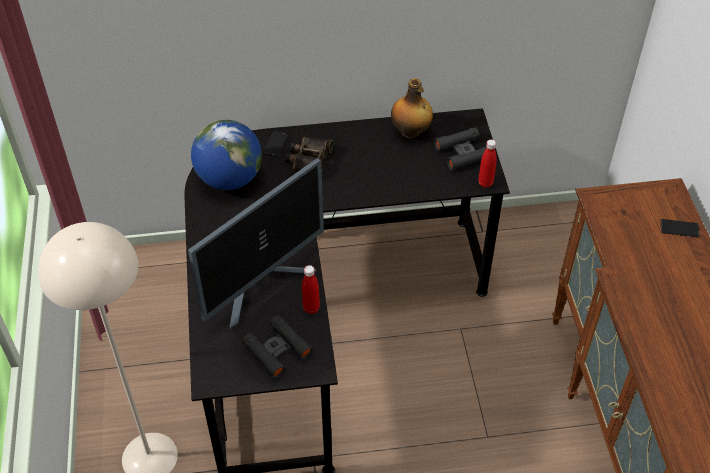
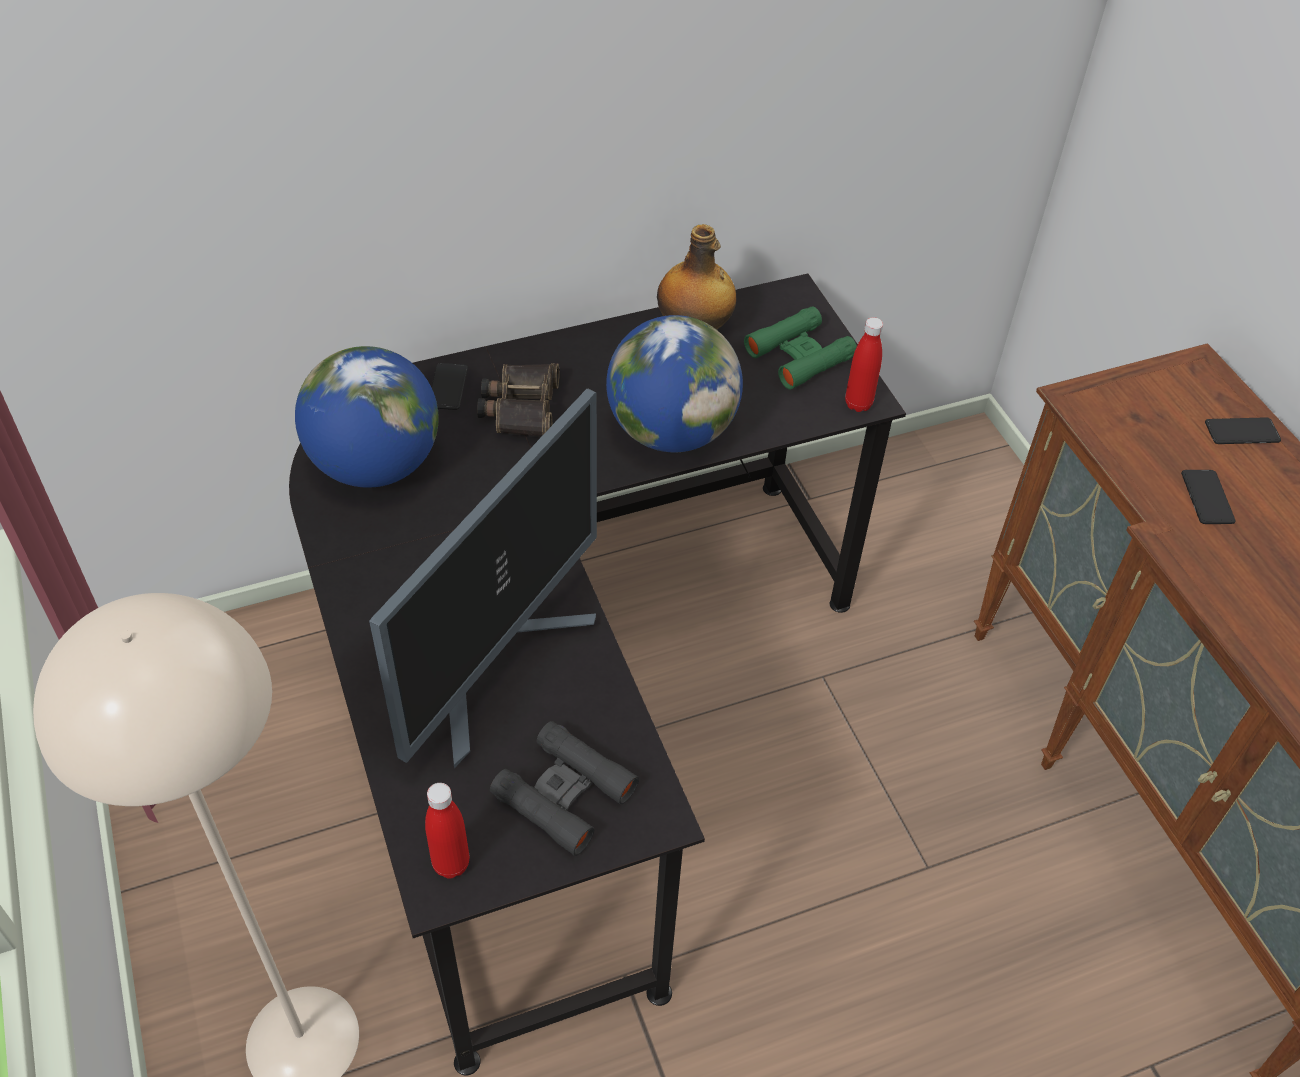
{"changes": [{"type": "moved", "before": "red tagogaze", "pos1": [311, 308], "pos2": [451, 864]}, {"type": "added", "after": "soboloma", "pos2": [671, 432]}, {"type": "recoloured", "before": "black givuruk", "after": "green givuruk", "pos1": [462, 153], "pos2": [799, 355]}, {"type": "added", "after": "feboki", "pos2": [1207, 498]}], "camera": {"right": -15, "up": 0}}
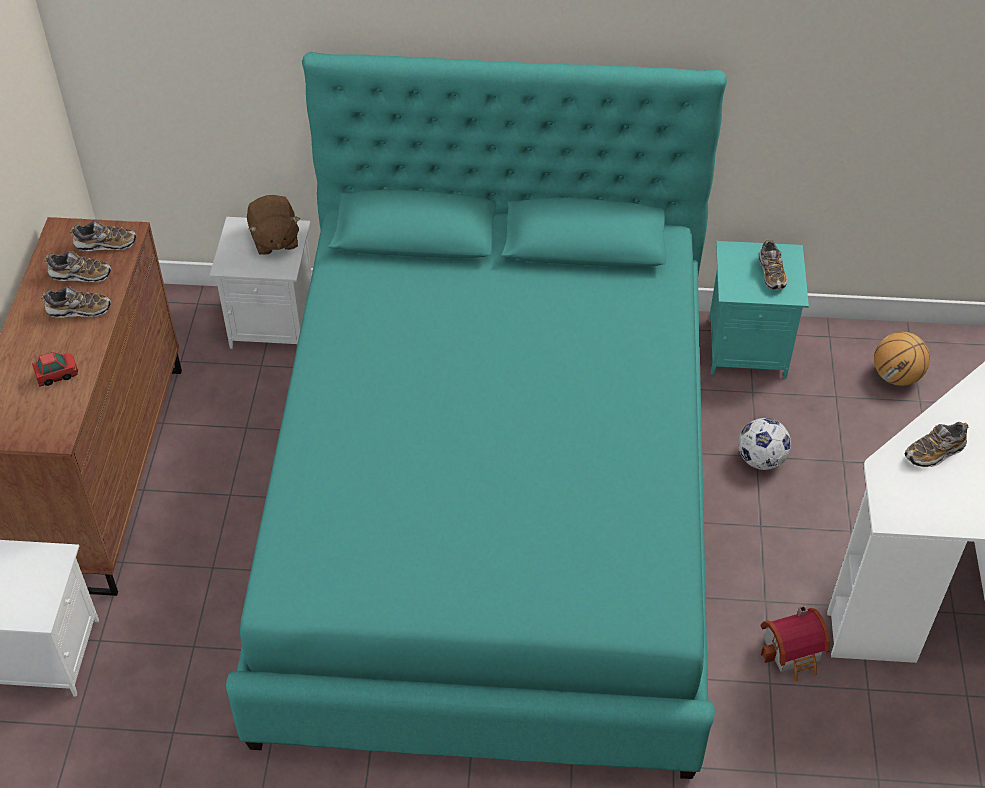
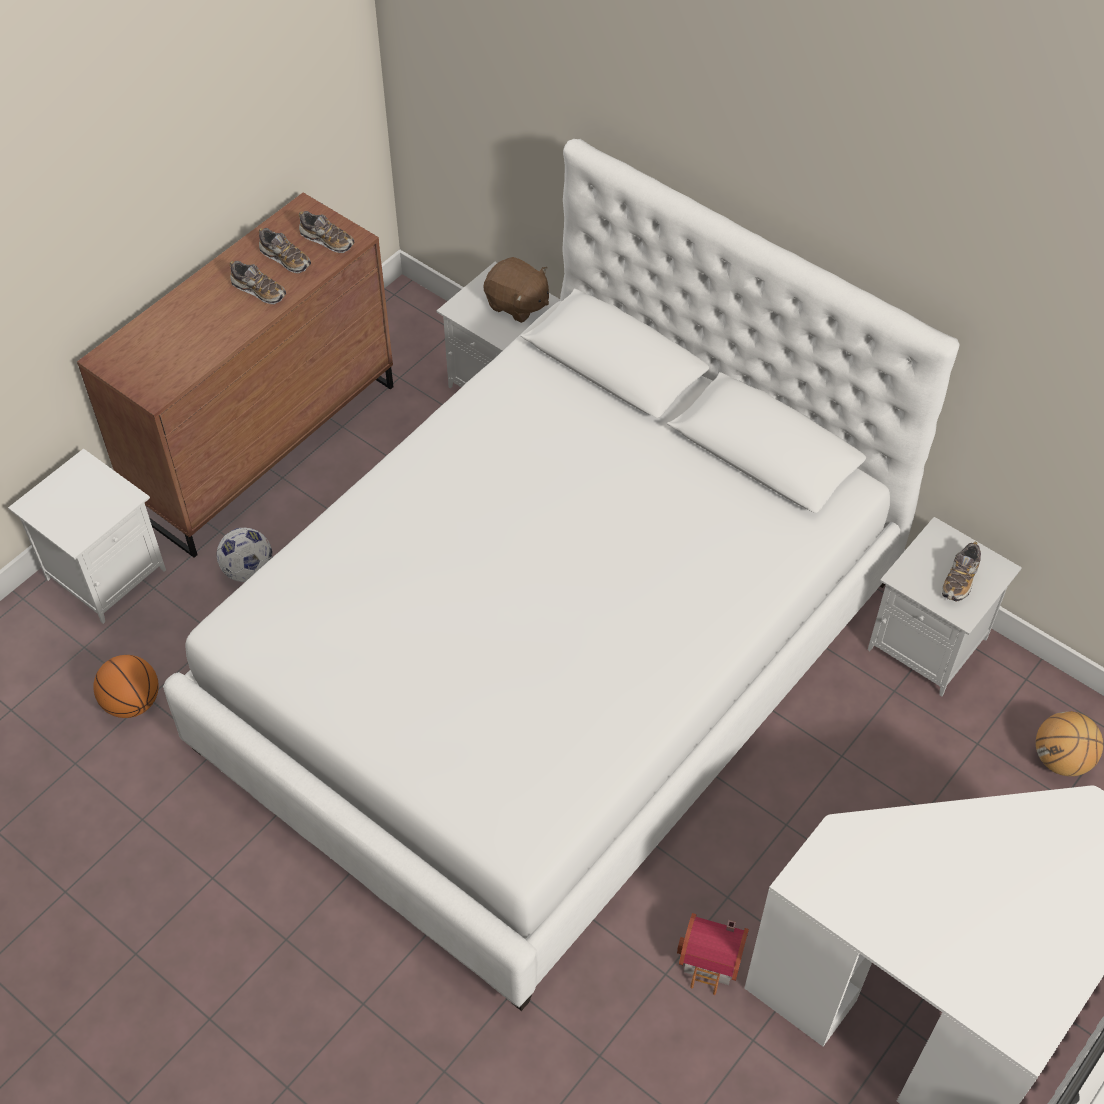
{"changes": [{"type": "added", "after": "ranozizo", "pos2": [132, 702]}, {"type": "recoloured", "before": "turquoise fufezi", "after": "white fufezi", "pos1": [493, 507], "pos2": [554, 661]}, {"type": "moved", "before": "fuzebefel", "pos1": [761, 460], "pos2": [248, 570]}, {"type": "turned", "before": "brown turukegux", "pos1": [274, 240], "pos2": [517, 304], "turn": -75}, {"type": "recoloured", "before": "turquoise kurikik", "after": "grey kurikik", "pos1": [749, 347], "pos2": [930, 644]}, {"type": "removed", "before": "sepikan", "pos1": [57, 375]}, {"type": "removed", "before": "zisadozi", "pos1": [934, 452]}], "camera": {"right": 35, "up": 5}}
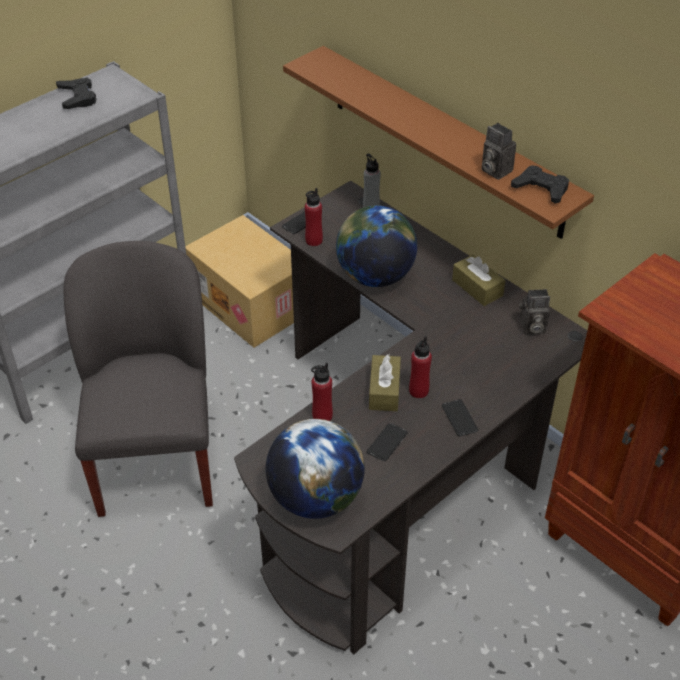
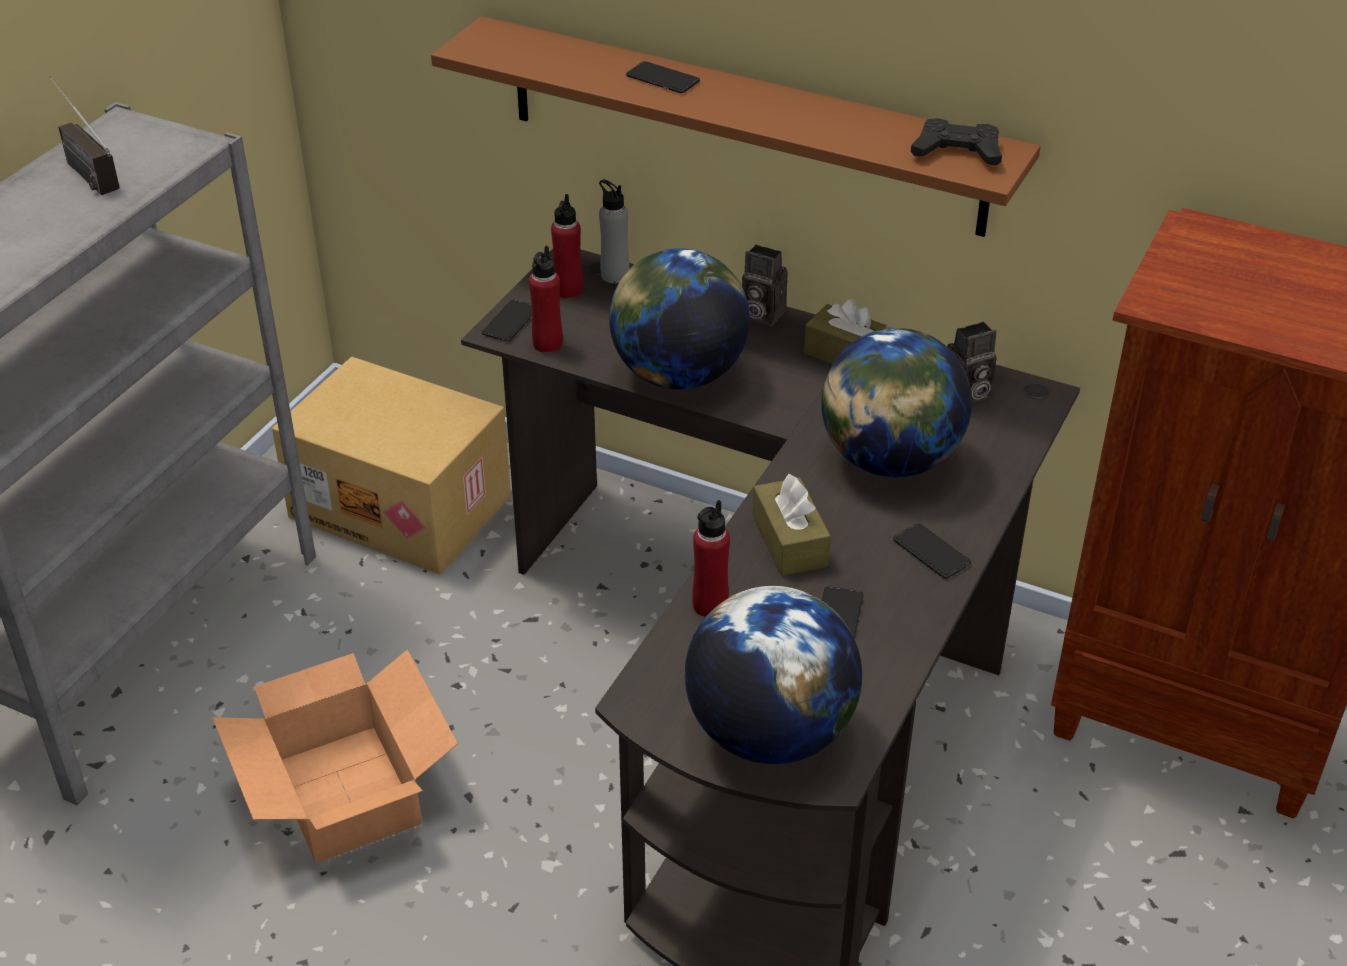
{"changes": [{"type": "replaced", "before": "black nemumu", "after": "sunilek", "pos1": [77, 97], "pos2": [81, 168]}, {"type": "replaced", "before": "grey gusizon", "after": "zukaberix", "pos1": [156, 455], "pos2": [347, 791]}, {"type": "moved", "before": "red tagogaze", "pos1": [418, 391], "pos2": [568, 290]}, {"type": "added", "after": "feboki", "pos2": [662, 79]}, {"type": "moved", "before": "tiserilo", "pos1": [494, 170], "pos2": [760, 314]}, {"type": "added", "after": "soboloma", "pos2": [889, 460]}], "camera": {"right": -20, "up": -5}}
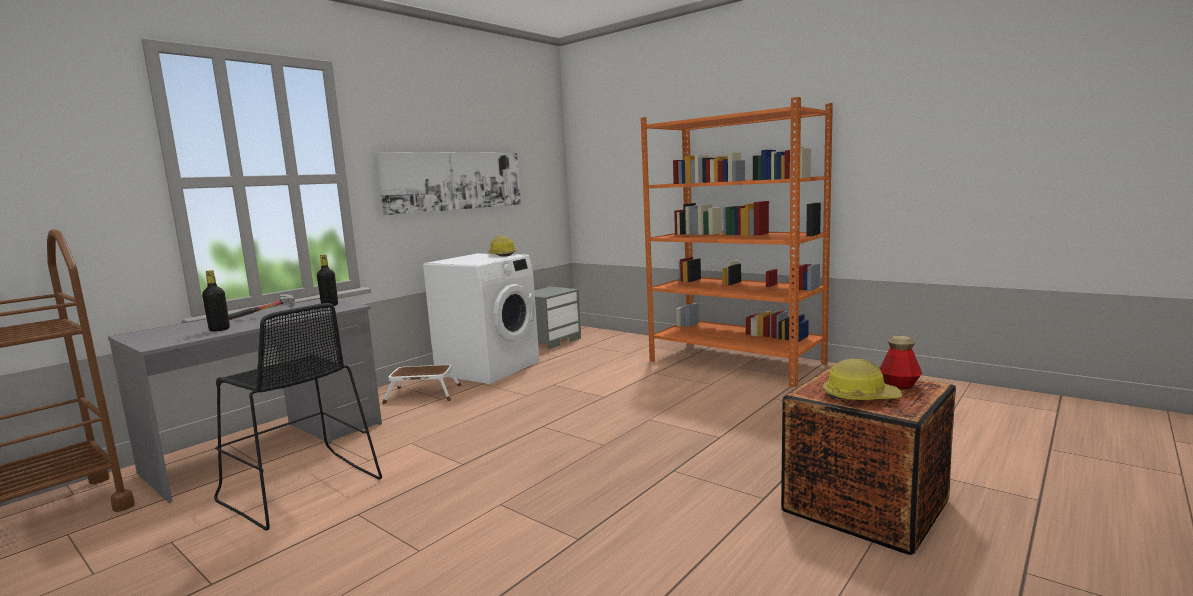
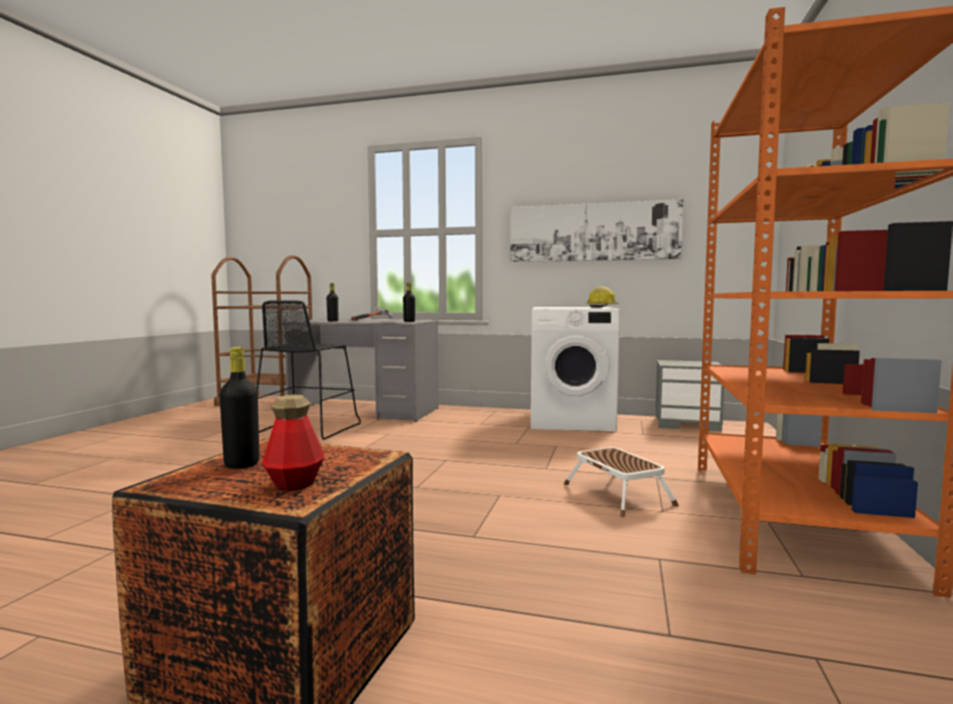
{"changes": [{"type": "replaced", "before": "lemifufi", "after": "black tagogaze", "pos1": [860, 397], "pos2": [242, 464]}, {"type": "moved", "before": "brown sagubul", "pos1": [423, 394], "pos2": [617, 494]}], "camera": {"right": 65, "up": -5}}
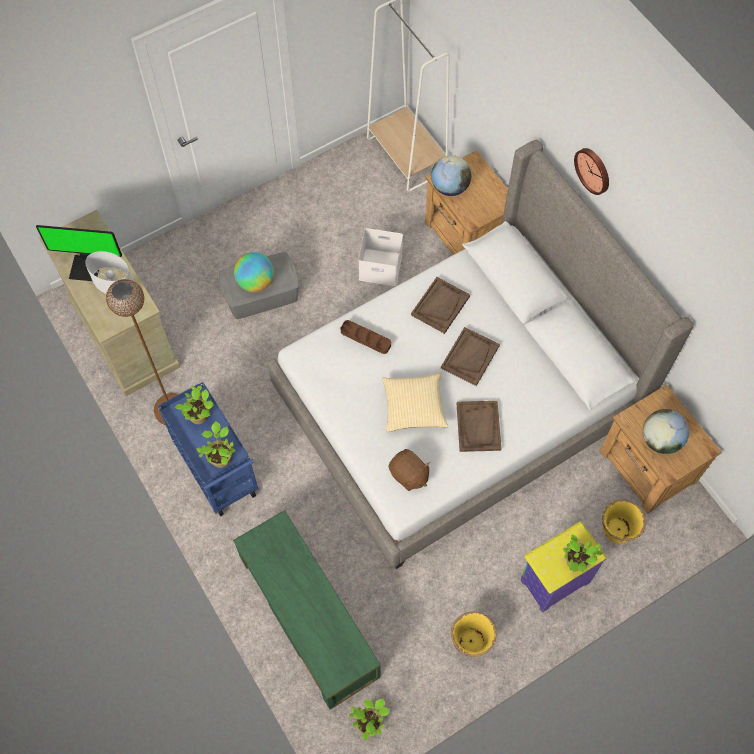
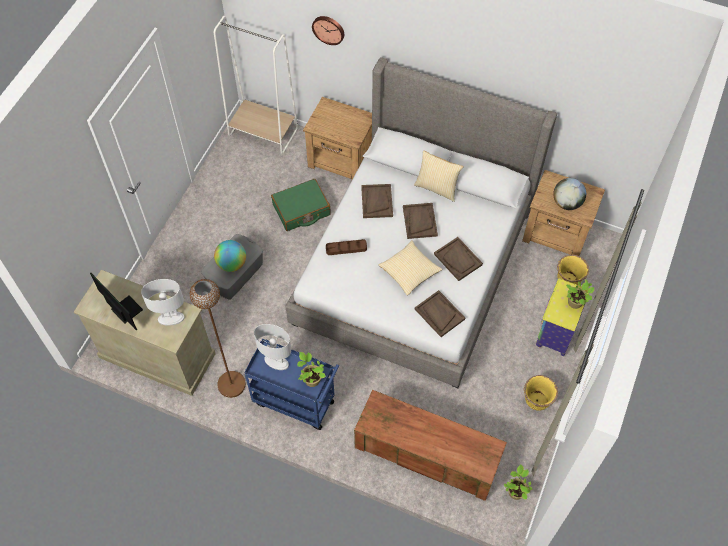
{"changes": [{"type": "turned", "before": "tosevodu", "pos1": [86, 267], "pos2": [125, 310], "turn": -105}, {"type": "replaced", "before": "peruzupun", "after": "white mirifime", "pos1": [200, 416], "pos2": [276, 362]}, {"type": "replaced", "before": "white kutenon", "after": "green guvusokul", "pos1": [381, 266], "pos2": [301, 210]}, {"type": "moved", "before": "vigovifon", "pos1": [593, 170], "pos2": [328, 29]}, {"type": "recoloured", "before": "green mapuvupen", "after": "brown mapuvupen", "pos1": [306, 616], "pos2": [425, 454]}, {"type": "added", "after": "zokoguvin", "pos2": [437, 187]}, {"type": "replaced", "before": "brown turukegux", "after": "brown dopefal", "pos1": [408, 475], "pos2": [439, 314]}, {"type": "removed", "before": "soboloma", "pos1": [449, 187]}], "camera": {"right": -35, "up": -5}}
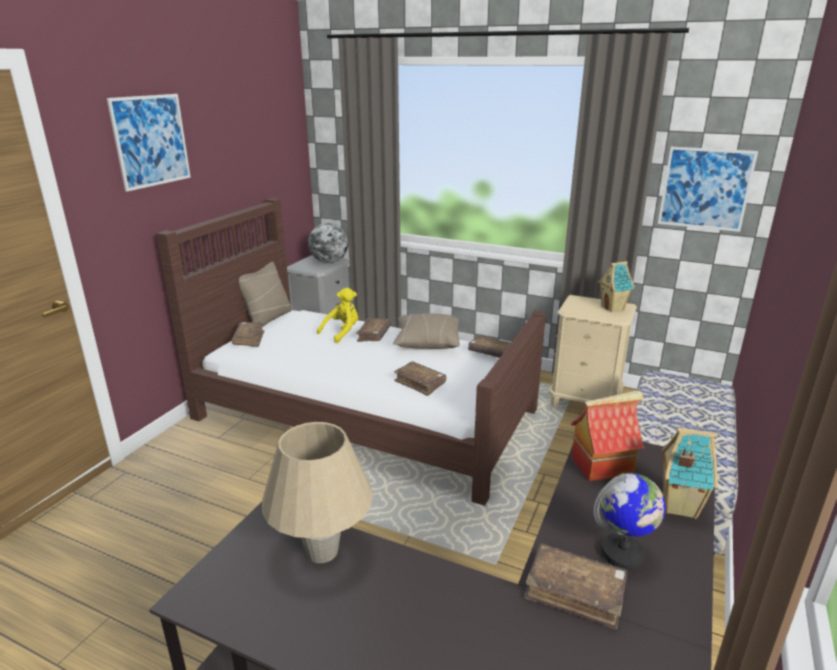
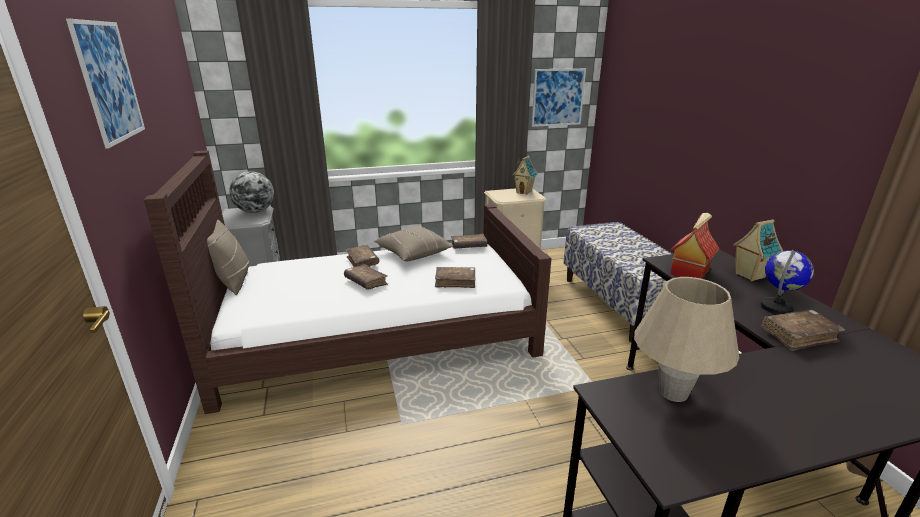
{"changes": [{"type": "moved", "before": "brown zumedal", "pos1": [249, 339], "pos2": [366, 282]}, {"type": "removed", "before": "yellow turukegux", "pos1": [342, 332]}], "camera": {"right": -40, "up": 0}}
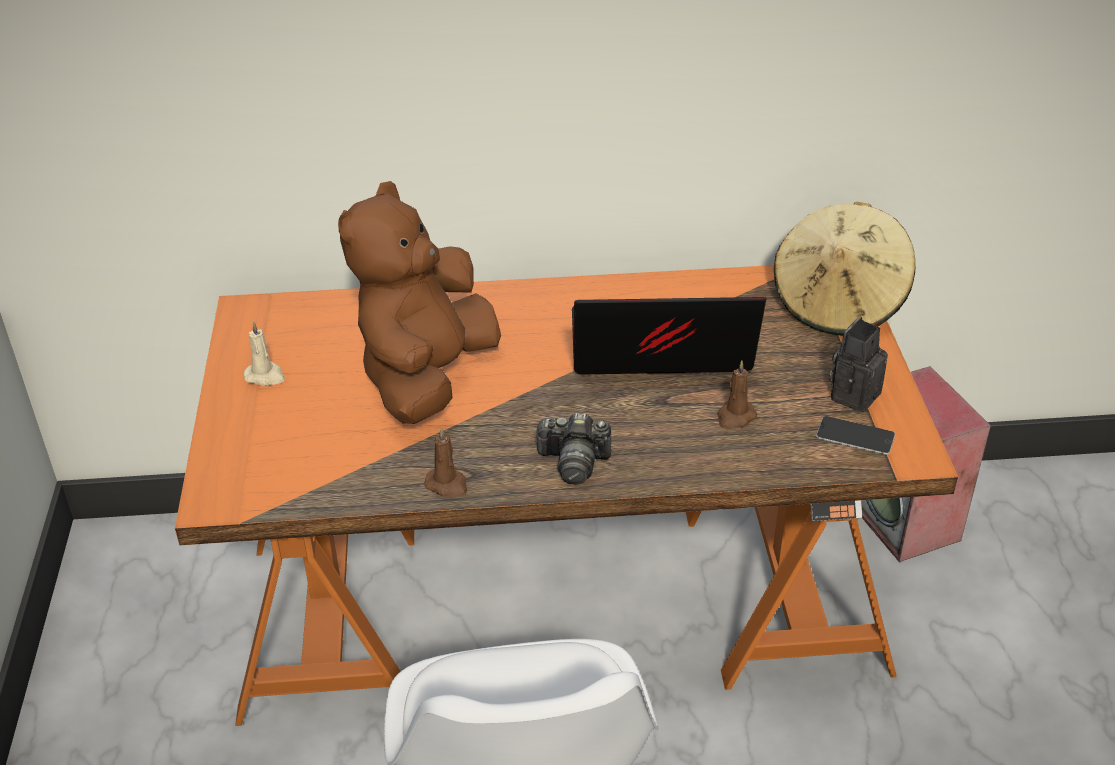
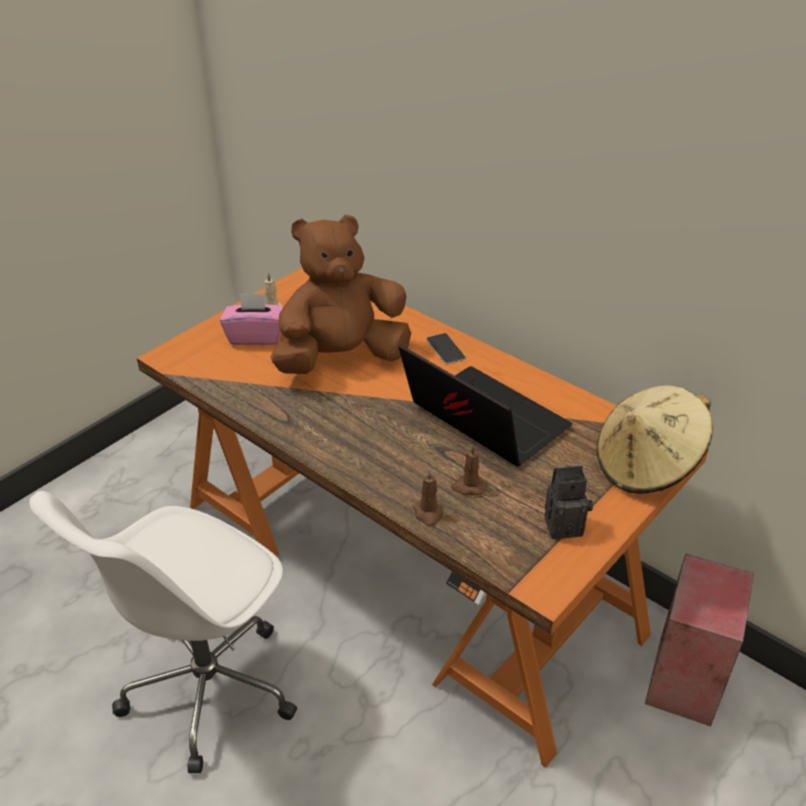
{"changes": [{"type": "added", "after": "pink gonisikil", "pos2": [256, 336]}, {"type": "moved", "before": "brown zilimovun", "pos1": [447, 485], "pos2": [428, 513]}, {"type": "moved", "before": "feboki", "pos1": [855, 436], "pos2": [445, 349]}, {"type": "removed", "before": "tiserilo", "pos1": [574, 462]}], "camera": {"right": 45, "up": 0}}
